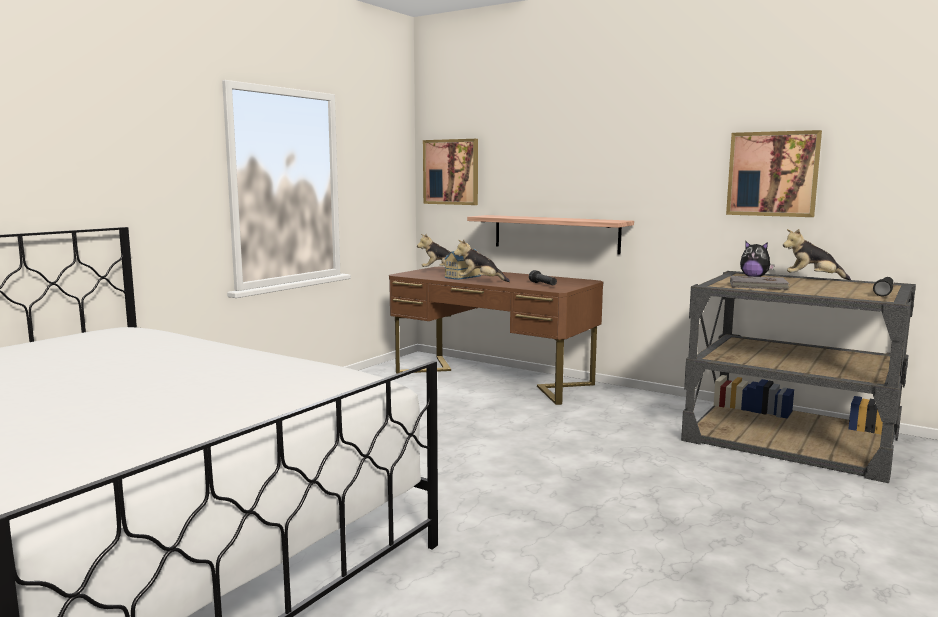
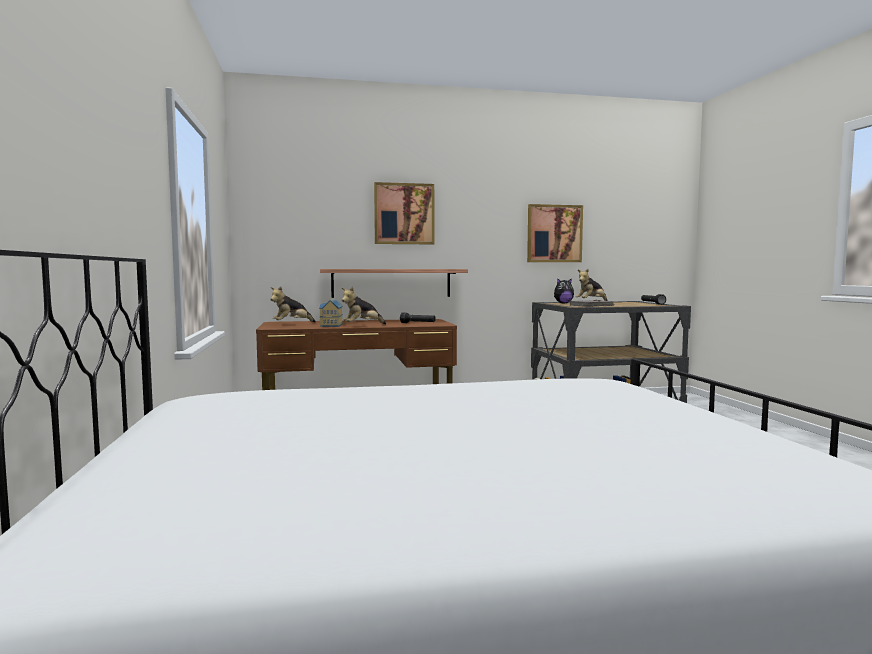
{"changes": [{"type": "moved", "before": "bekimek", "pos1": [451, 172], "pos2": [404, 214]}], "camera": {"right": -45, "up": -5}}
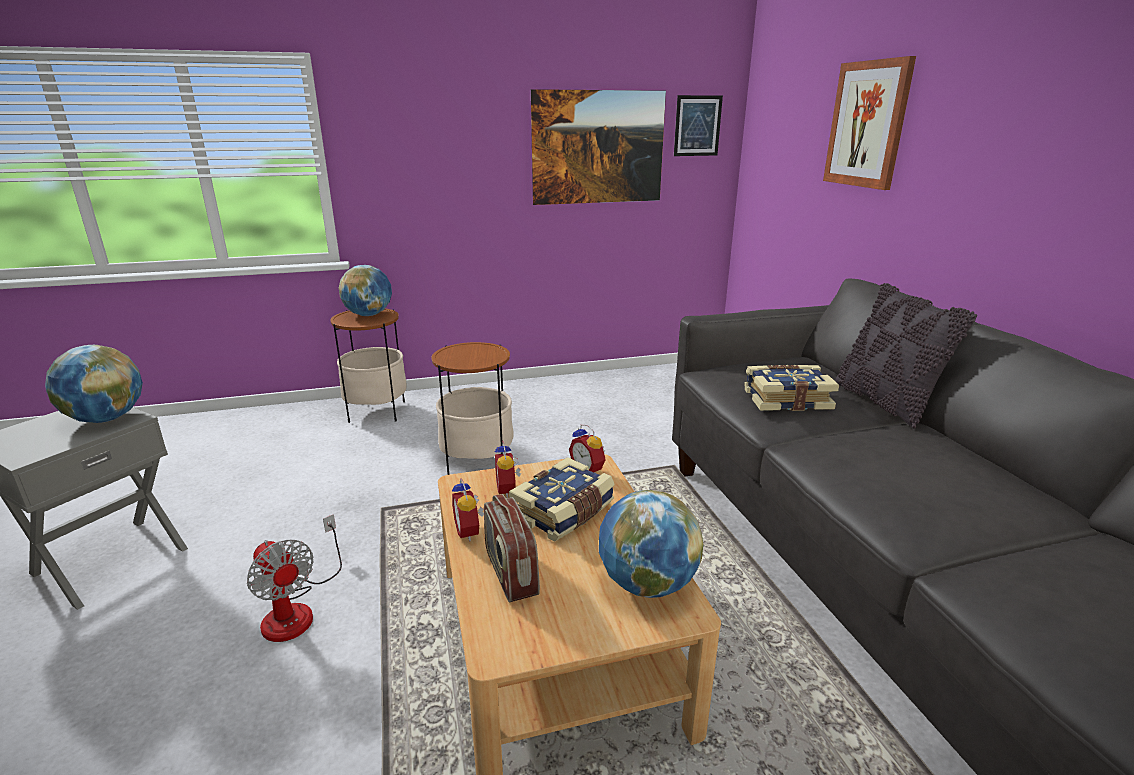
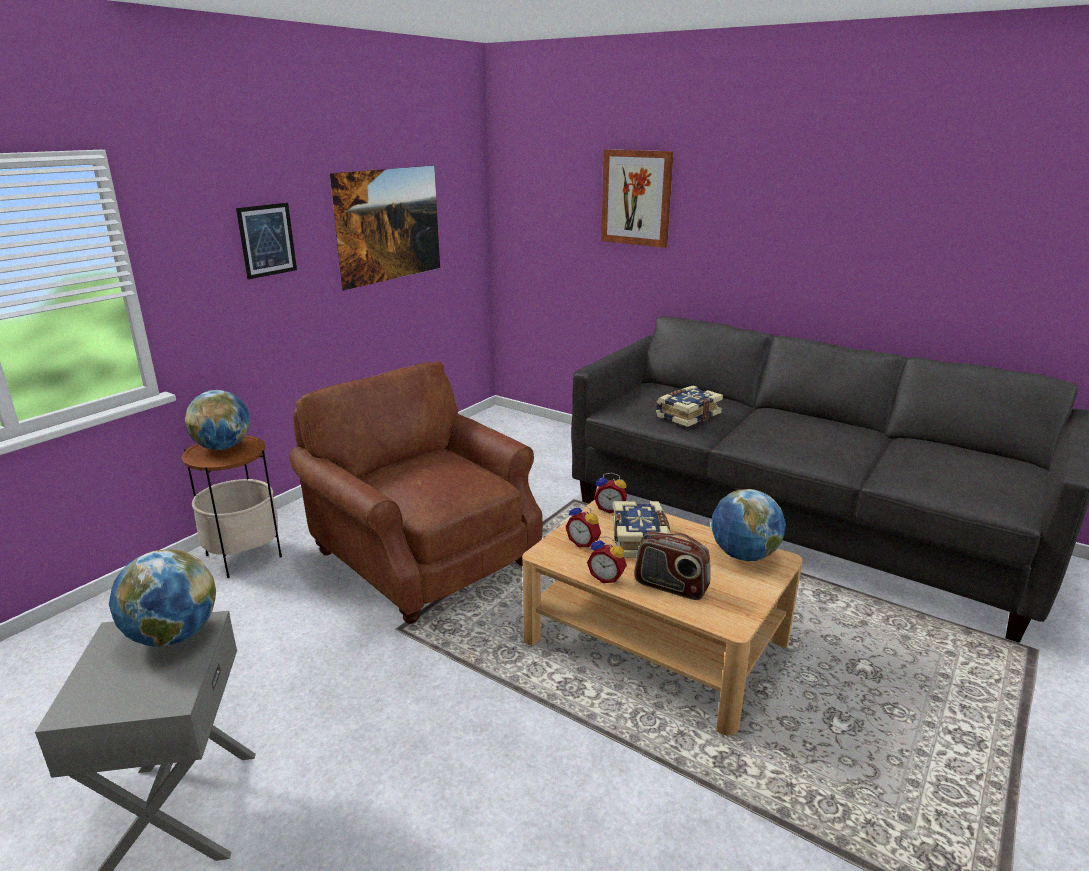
{"changes": [{"type": "moved", "before": "bekimek", "pos1": [697, 126], "pos2": [267, 240]}, {"type": "replaced", "before": "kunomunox", "after": "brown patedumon", "pos1": [478, 463], "pos2": [423, 559]}, {"type": "removed", "before": "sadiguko", "pos1": [297, 609]}, {"type": "removed", "before": "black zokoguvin", "pos1": [885, 403]}], "camera": {"right": -40, "up": 0}}
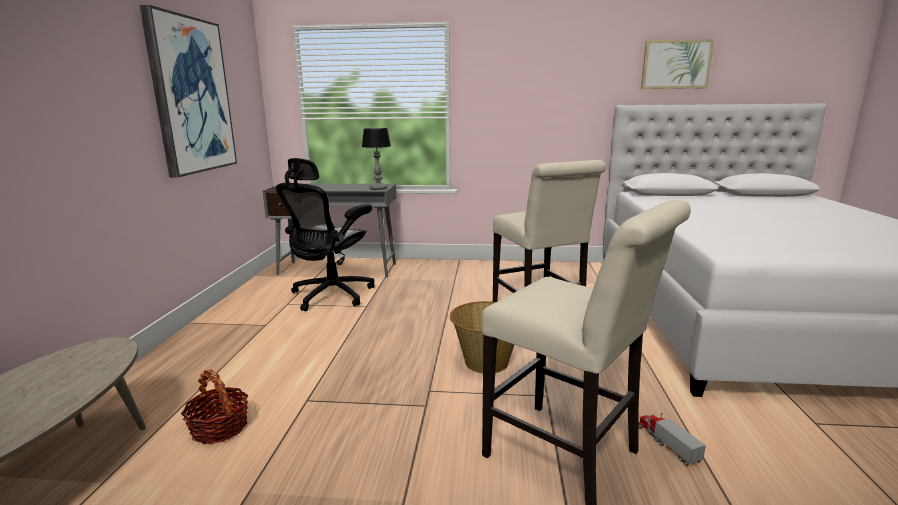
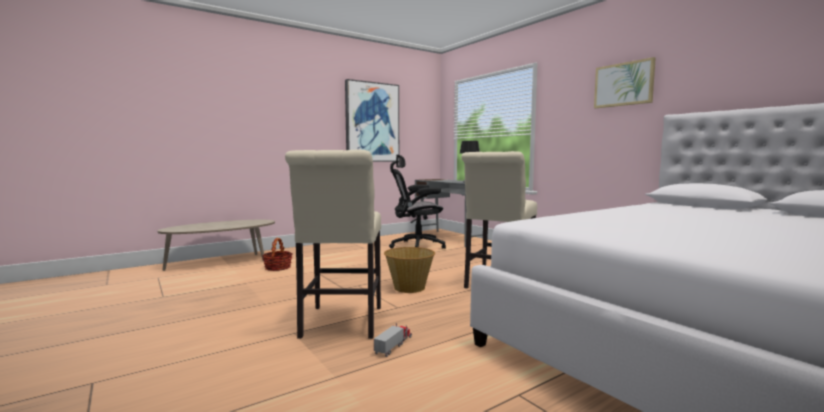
{"changes": [{"type": "moved", "before": "bekimek", "pos1": [676, 64], "pos2": [623, 84]}], "camera": {"right": 50, "up": -10}}
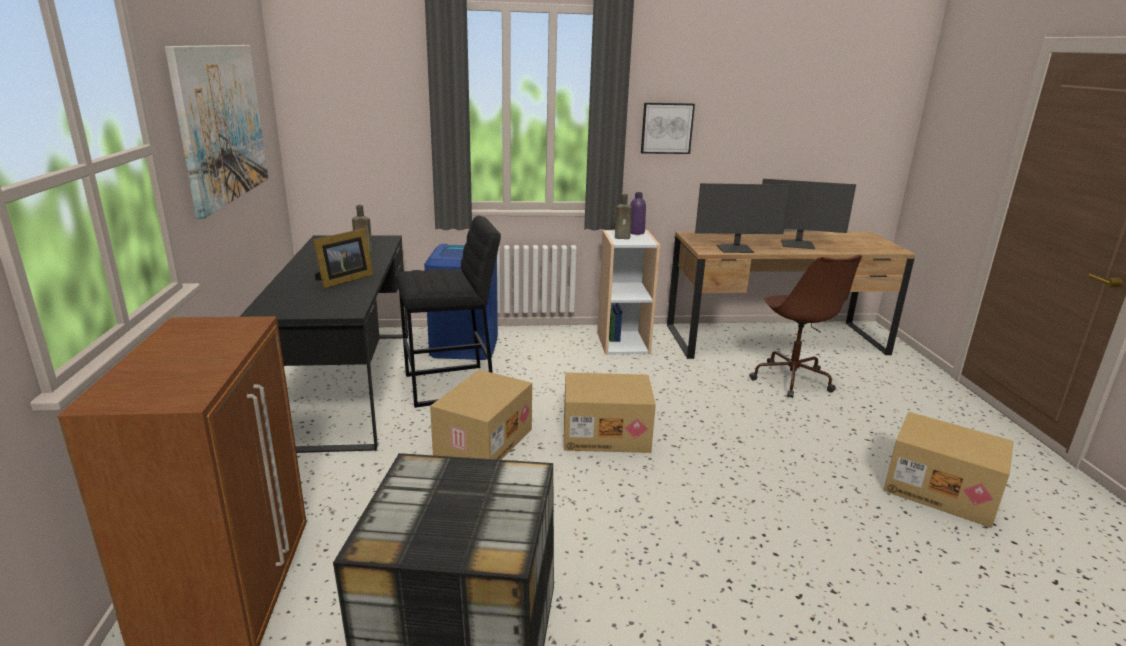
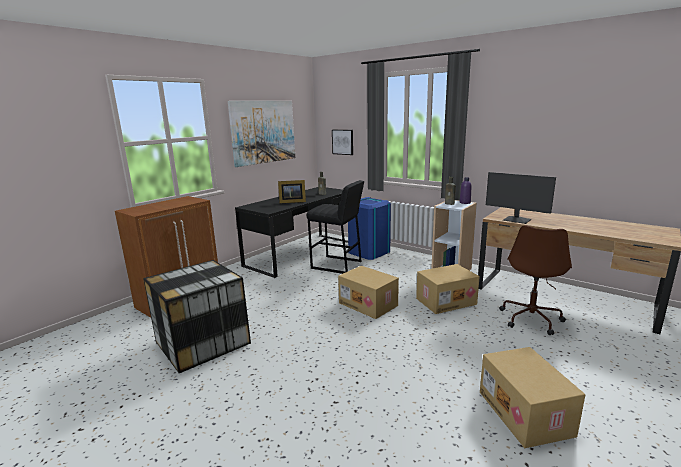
{"changes": [{"type": "moved", "before": "bekimek", "pos1": [666, 128], "pos2": [343, 142]}, {"type": "moved", "before": "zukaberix", "pos1": [483, 441], "pos2": [446, 301]}, {"type": "removed", "before": "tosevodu", "pos1": [797, 245]}], "camera": {"right": 45, "up": -5}}
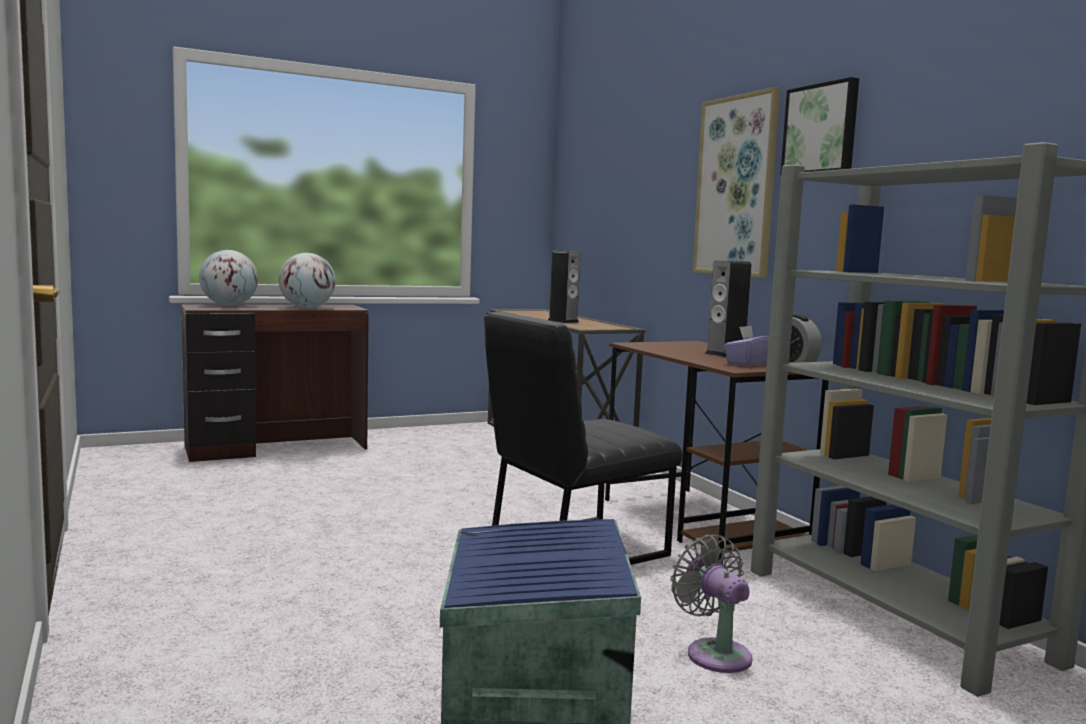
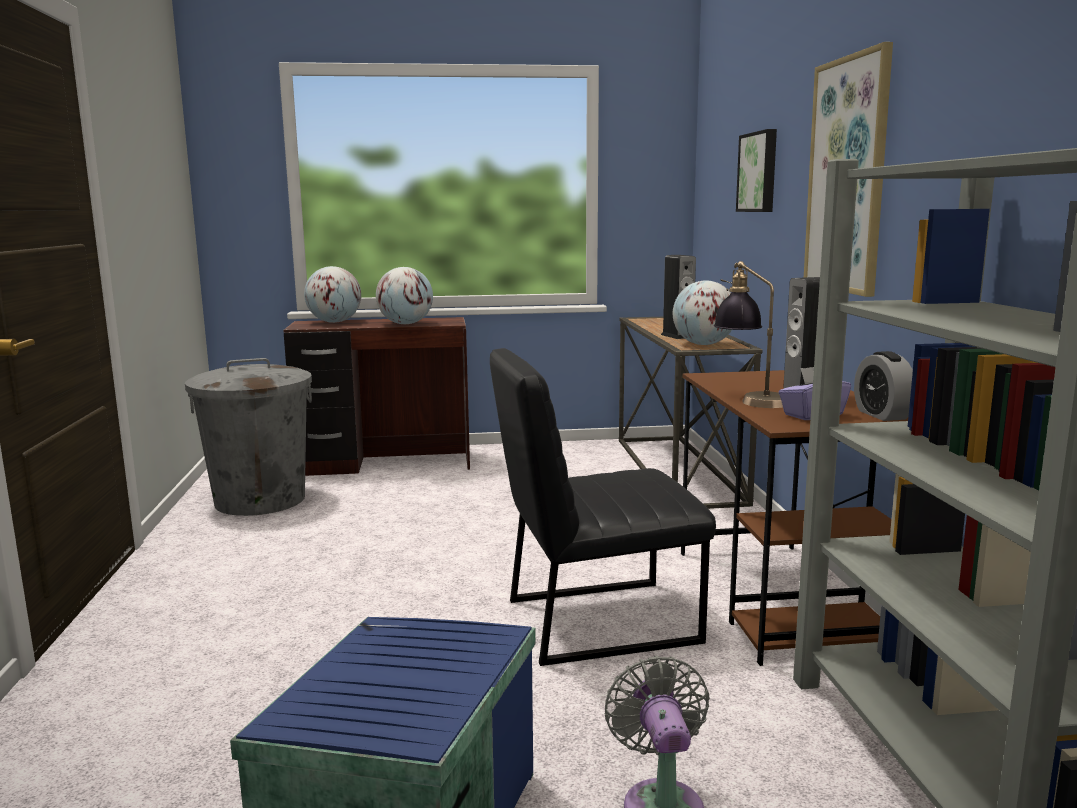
{"changes": [{"type": "added", "after": "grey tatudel", "pos2": [259, 500]}, {"type": "added", "after": "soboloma", "pos2": [703, 344]}, {"type": "added", "after": "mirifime", "pos2": [749, 399]}, {"type": "moved", "before": "bekimek", "pos1": [821, 129], "pos2": [759, 172]}], "camera": {"right": 20, "up": 5}}
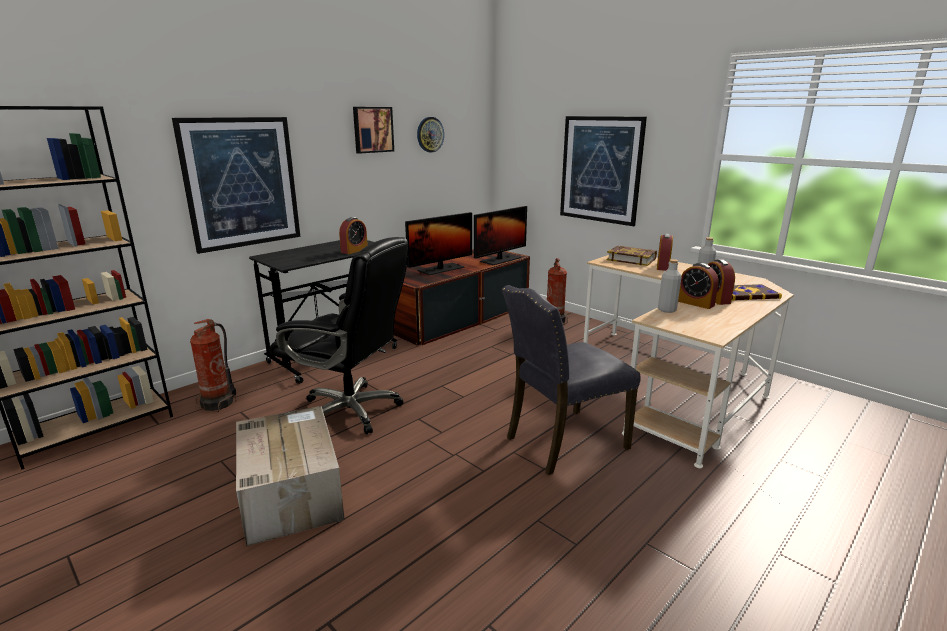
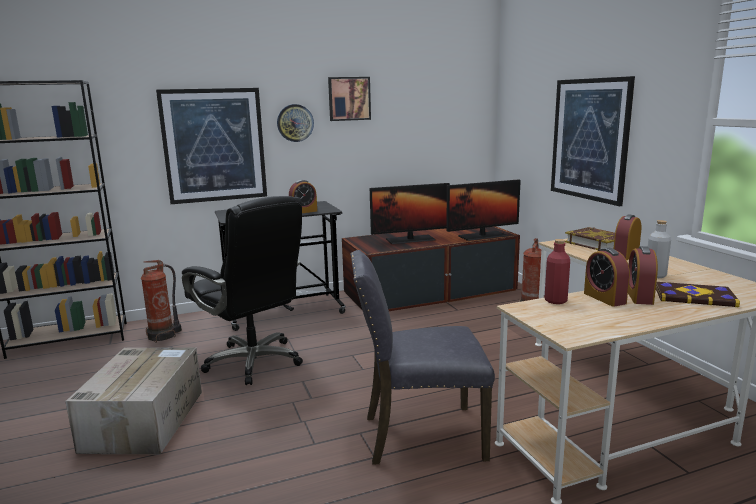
{"changes": [{"type": "moved", "before": "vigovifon", "pos1": [430, 134], "pos2": [295, 123]}, {"type": "recoloured", "before": "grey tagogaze", "after": "red tagogaze", "pos1": [667, 310], "pos2": [555, 300]}], "camera": {"right": 25, "up": -5}}
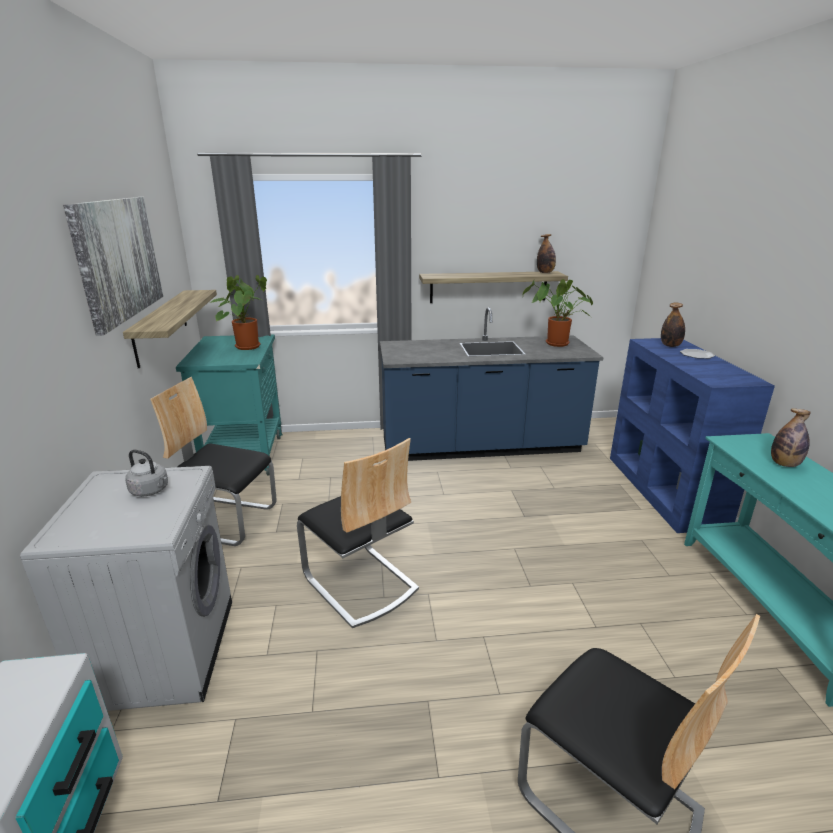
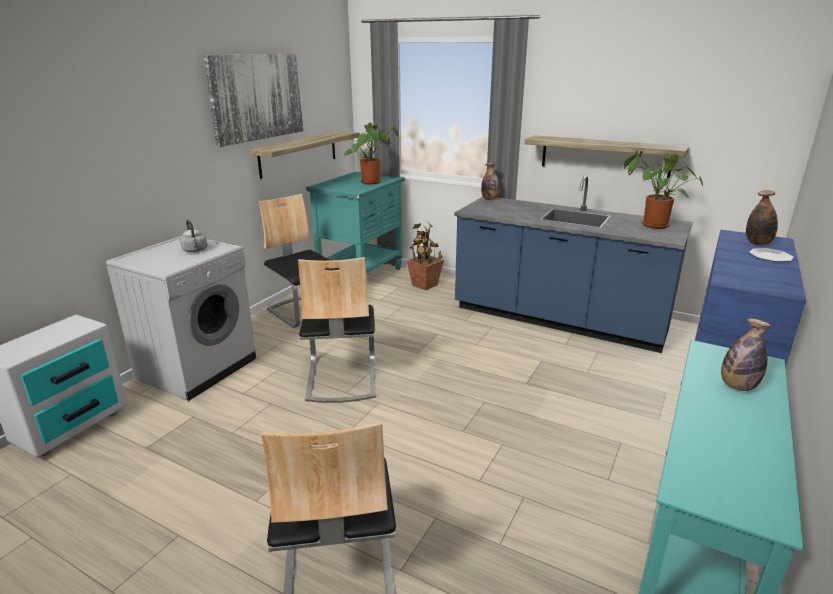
{"changes": [{"type": "added", "after": "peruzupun", "pos2": [424, 285]}, {"type": "moved", "before": "tagogaze", "pos1": [545, 272], "pos2": [490, 199]}], "camera": {"right": 35, "up": 0}}
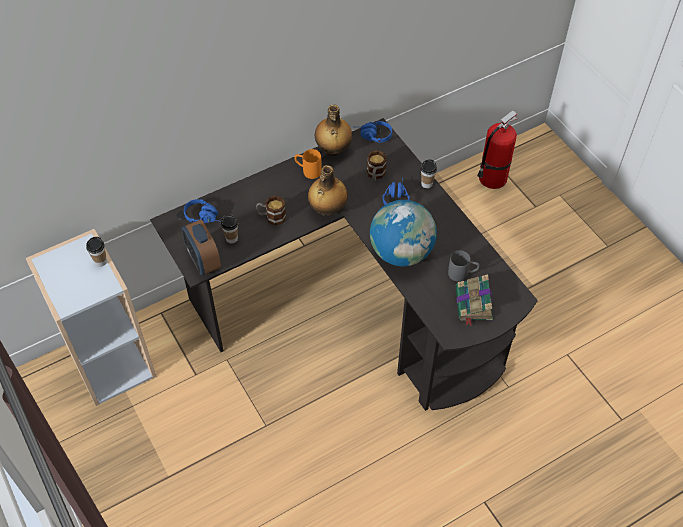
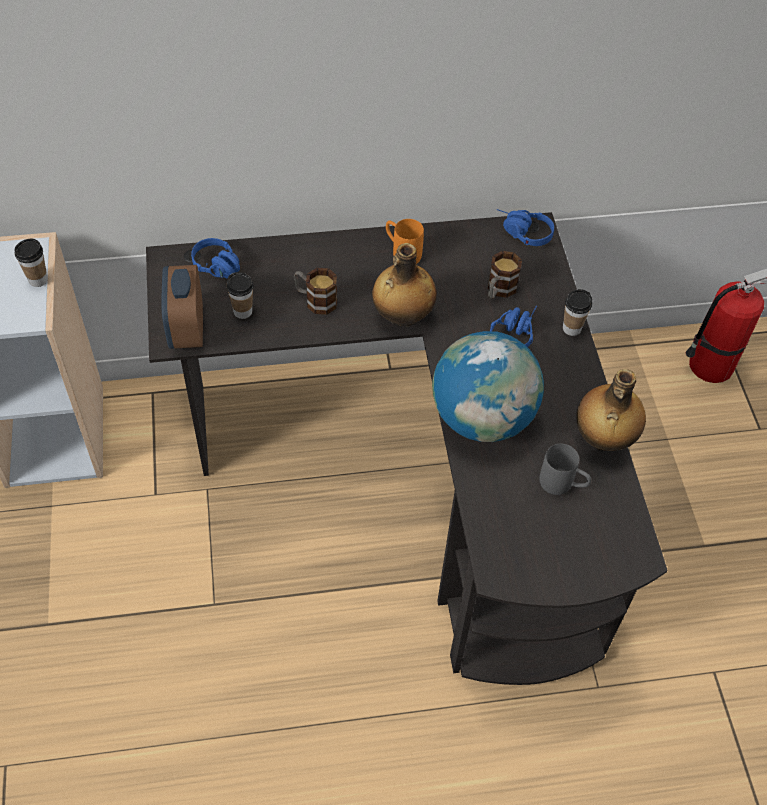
{"changes": [{"type": "moved", "before": "tagogaze", "pos1": [333, 150], "pos2": [602, 439]}, {"type": "removed", "before": "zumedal", "pos1": [473, 304]}], "camera": {"right": 20, "up": 0}}
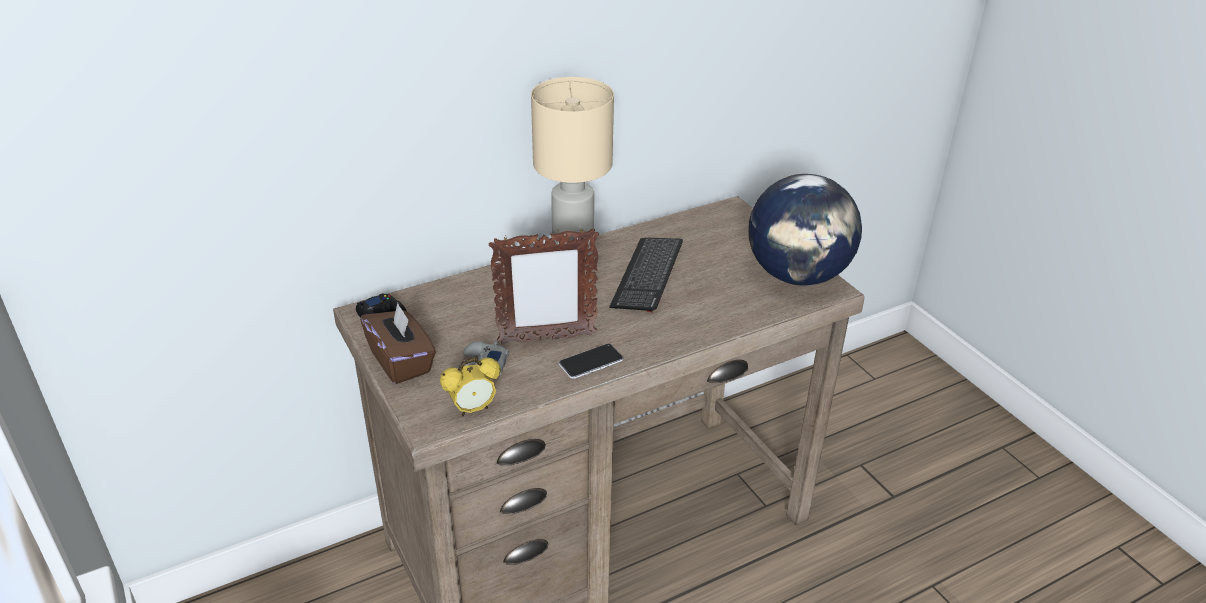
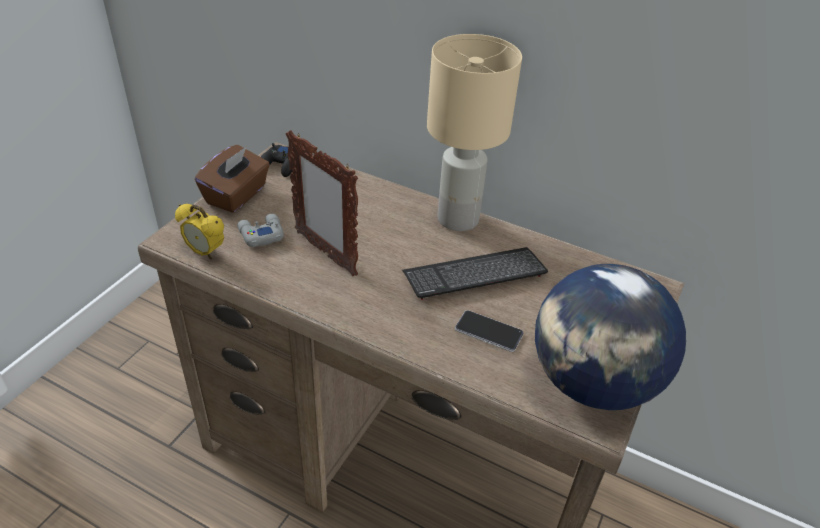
{"changes": [{"type": "moved", "before": "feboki", "pos1": [591, 362], "pos2": [488, 332]}], "camera": {"right": 55, "up": 5}}
